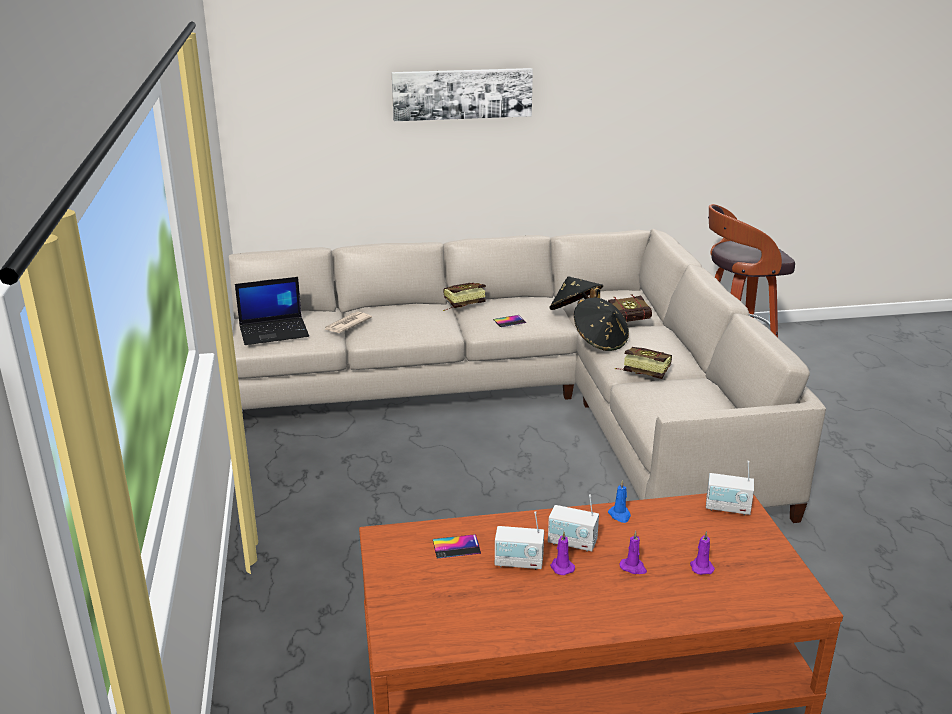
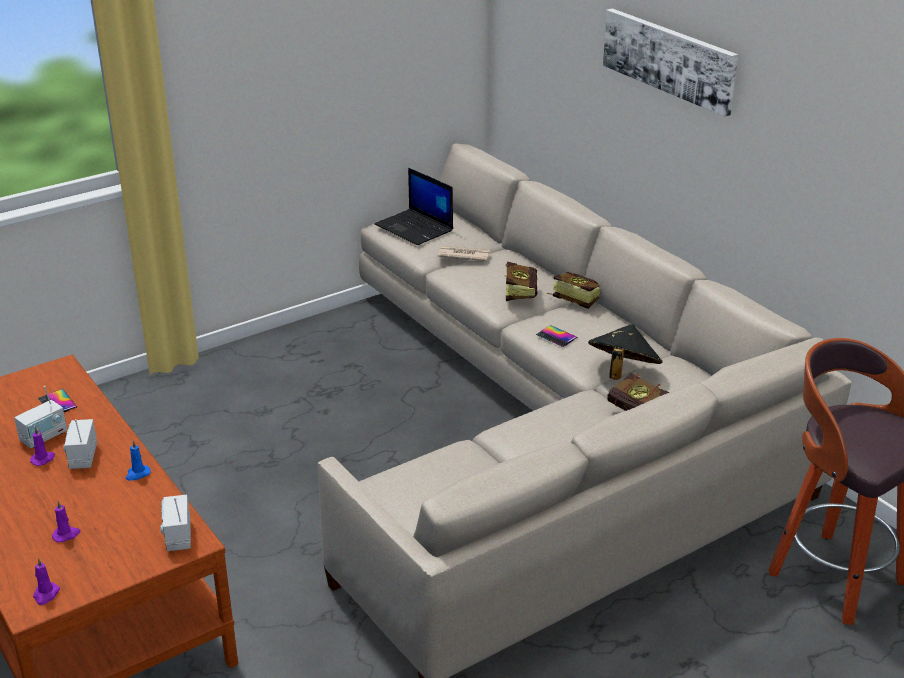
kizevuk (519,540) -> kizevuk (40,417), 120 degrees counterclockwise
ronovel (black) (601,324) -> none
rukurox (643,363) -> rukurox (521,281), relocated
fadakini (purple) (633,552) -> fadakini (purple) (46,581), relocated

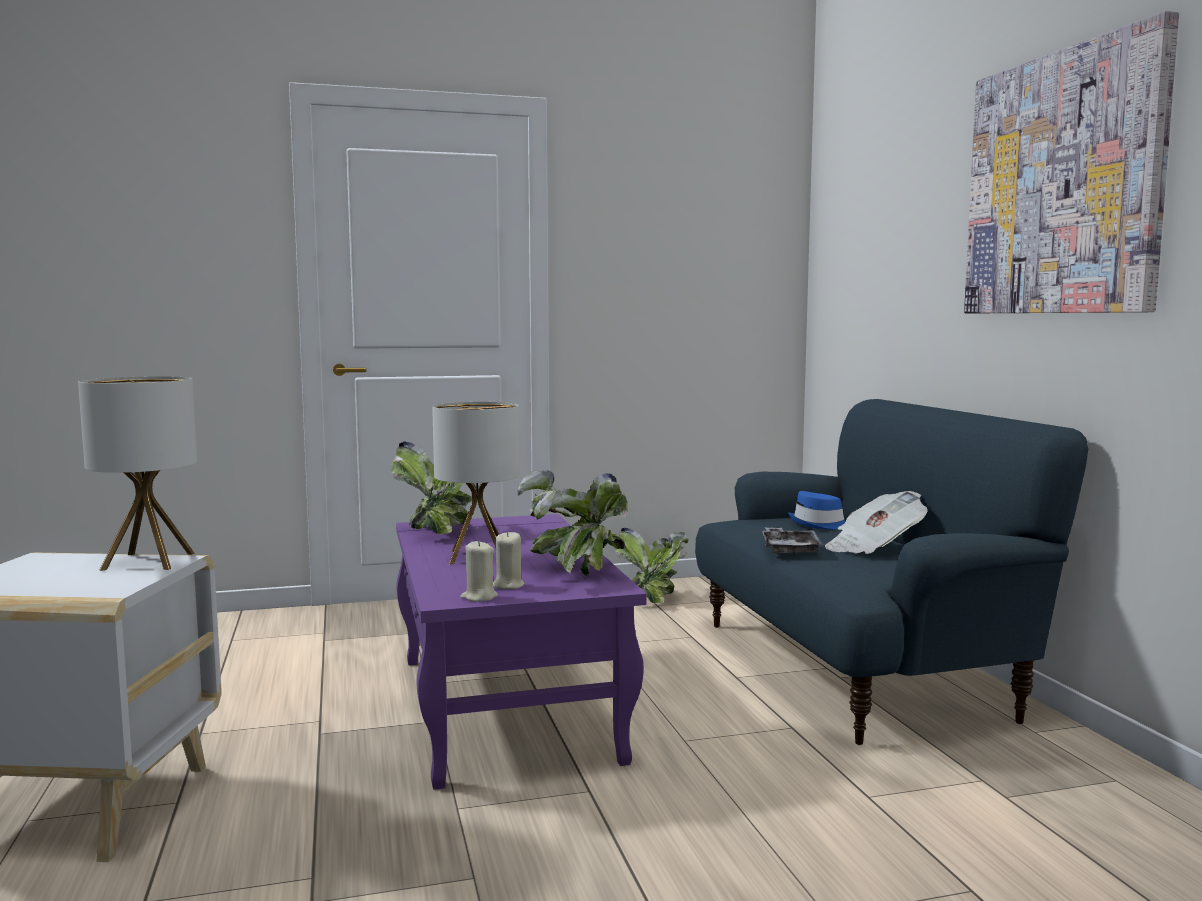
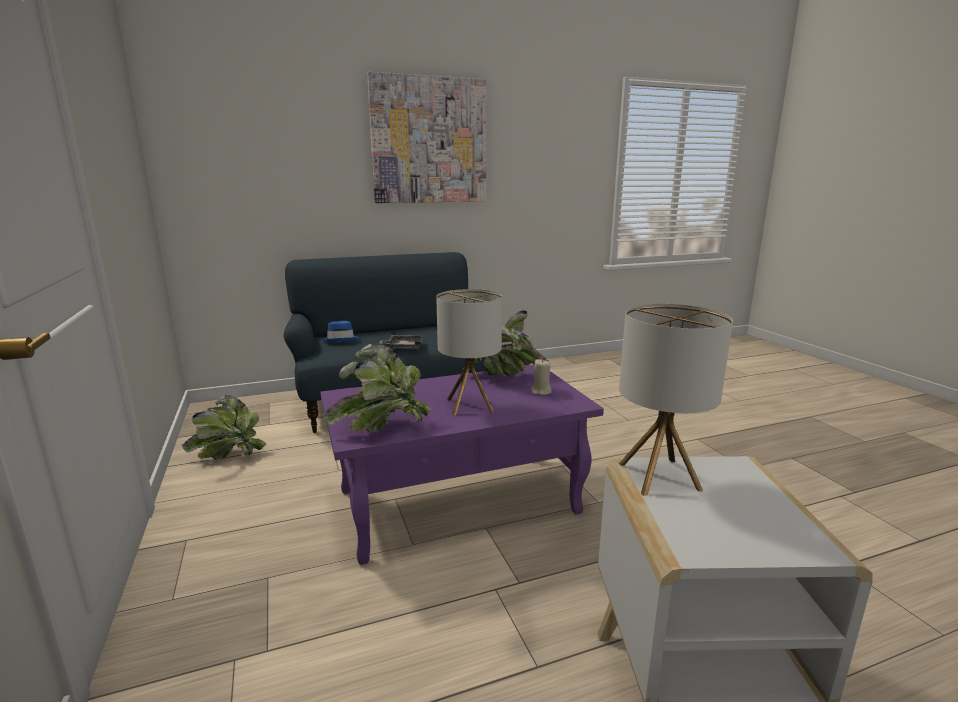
fadakini (beige) (479,571) -> none
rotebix (876,522) -> none

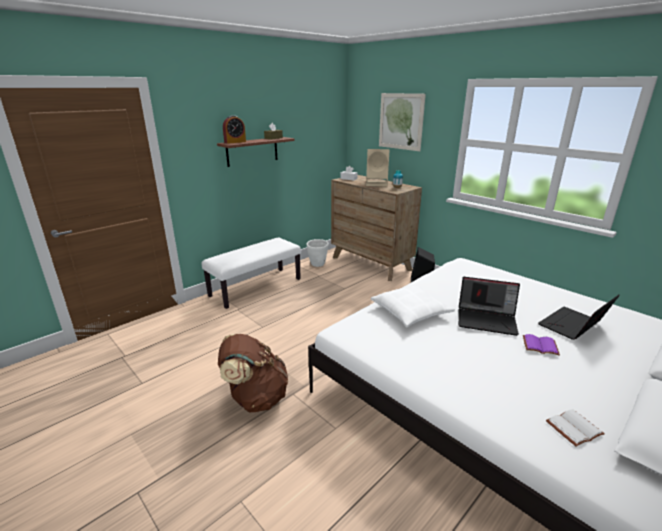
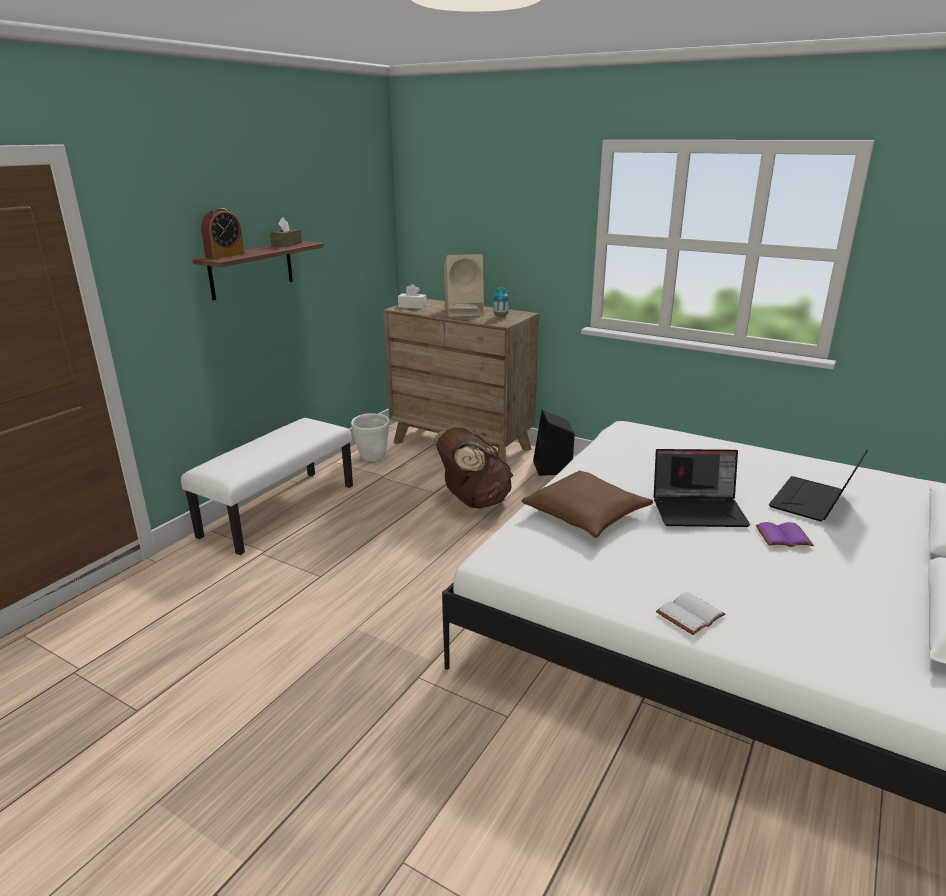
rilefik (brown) (253,373) -> rilefik (brown) (473,468), relocated
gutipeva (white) (413,306) -> gutipeva (brown) (587,504)
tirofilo (402,122) -> none
rukurox (white) (575,428) -> rukurox (white) (690,613), relocated

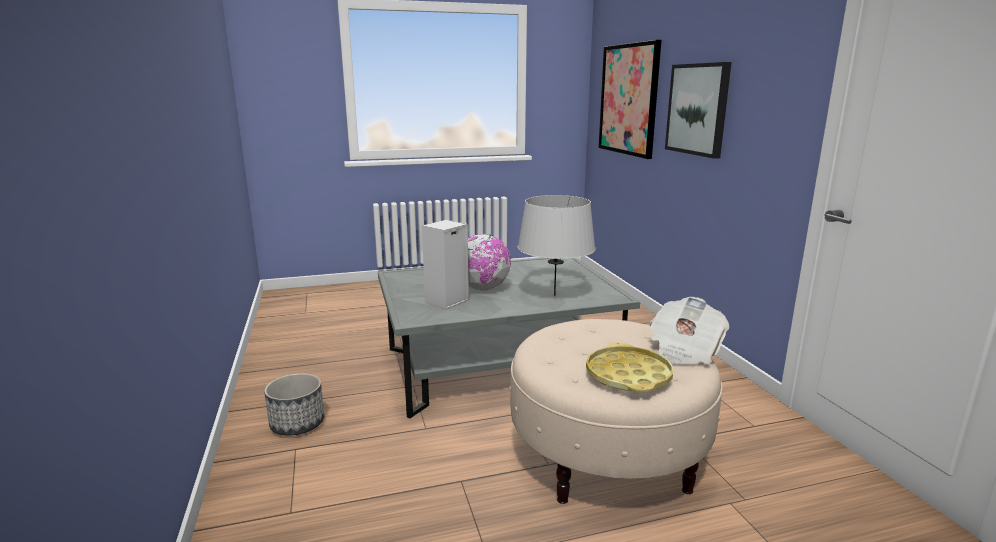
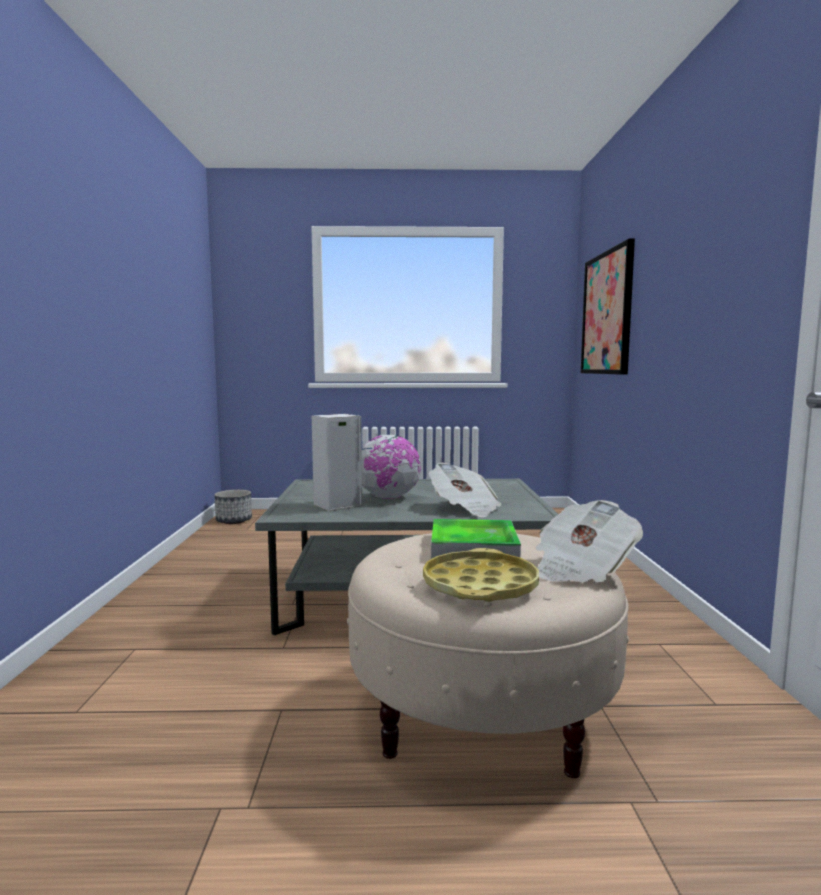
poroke (294,404) -> poroke (233,507), relocated
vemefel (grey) (556,245) -> rotebix (465,490)
tirofilo (698,110) -> none
none -> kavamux (476,539)

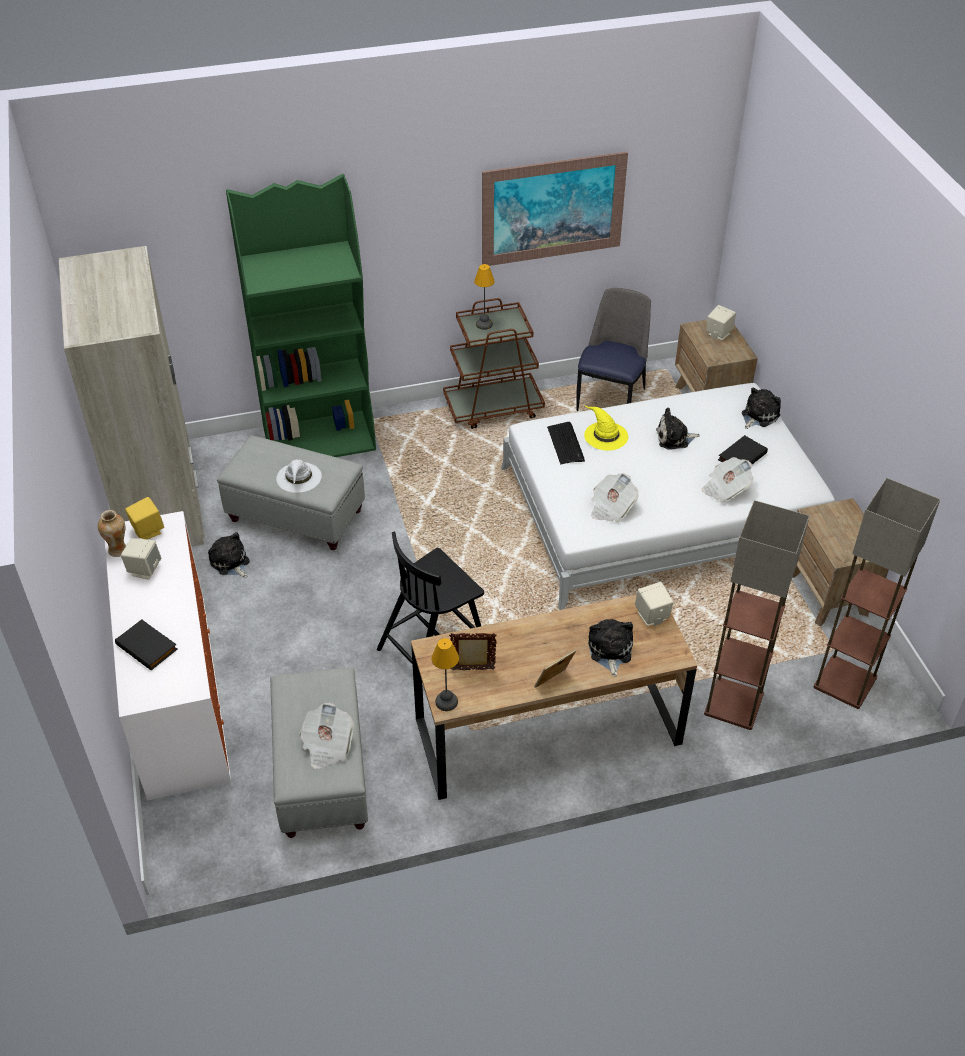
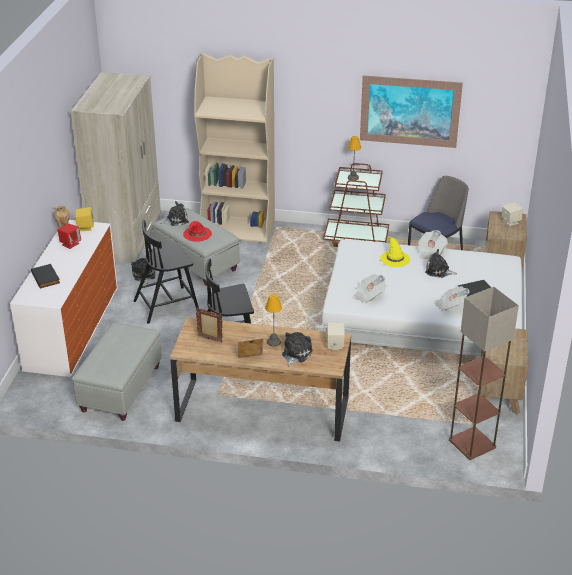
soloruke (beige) (141,559) -> soloruke (red) (69,236)
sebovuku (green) (301,315) -> sebovuku (beige) (234,148)
ronovel (white) (299,475) -> ronovel (red) (197,231)
rotebix (327,736) -> rotebix (433,244), relocated
vemefel (445,674) -> vemefel (273,320), relocated
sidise (566,443) -> none
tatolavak (757,615) -> none
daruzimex (761,408) -> daruzimex (175,213), relocated
none -> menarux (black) (166,272)

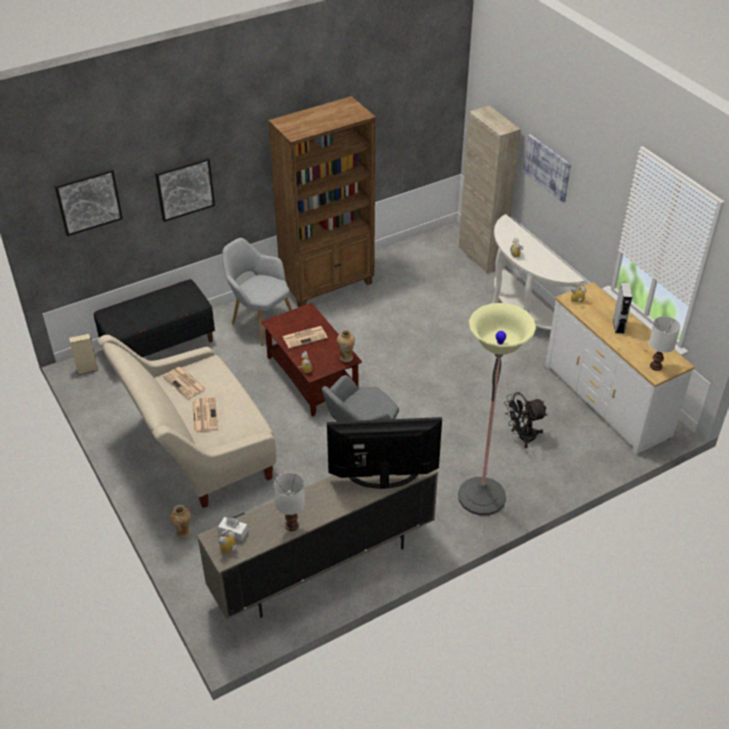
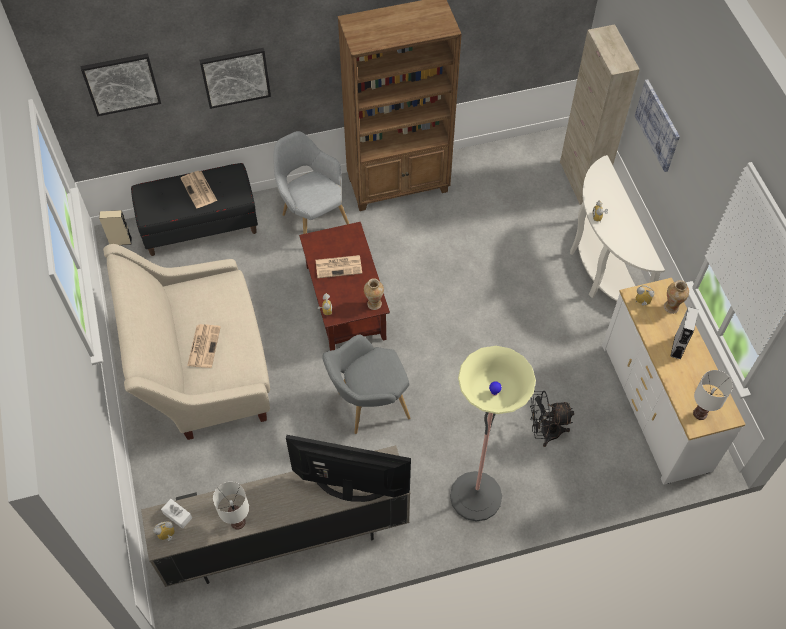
rotebix (184,383) -> rotebix (198,189), relocated
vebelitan (181,521) -> vebelitan (676,297), relocated

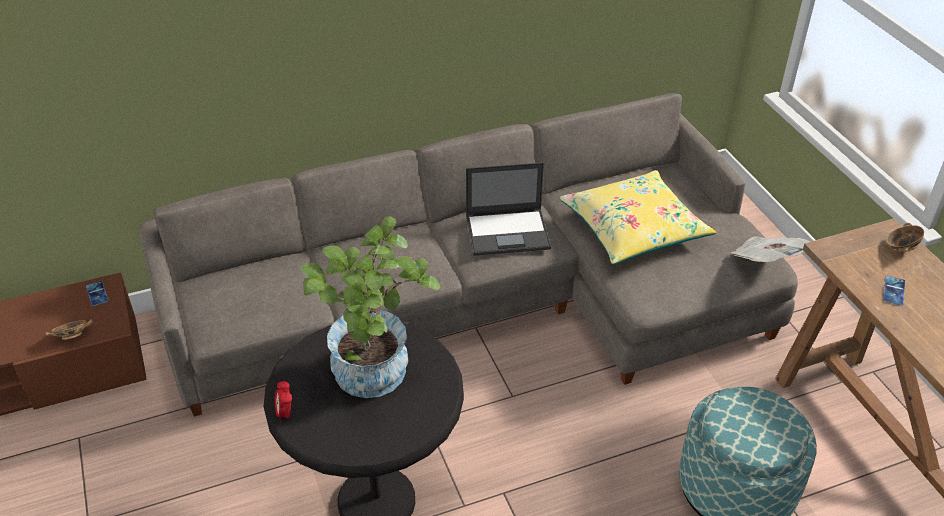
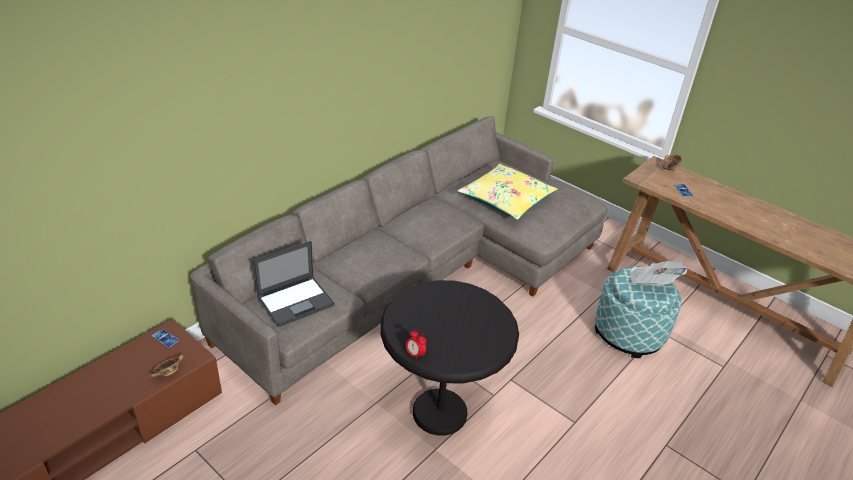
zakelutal (370,307) -> none
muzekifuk (508,209) -> muzekifuk (294,284), relocated
rotebix (771,249) -> rotebix (659,273), relocated

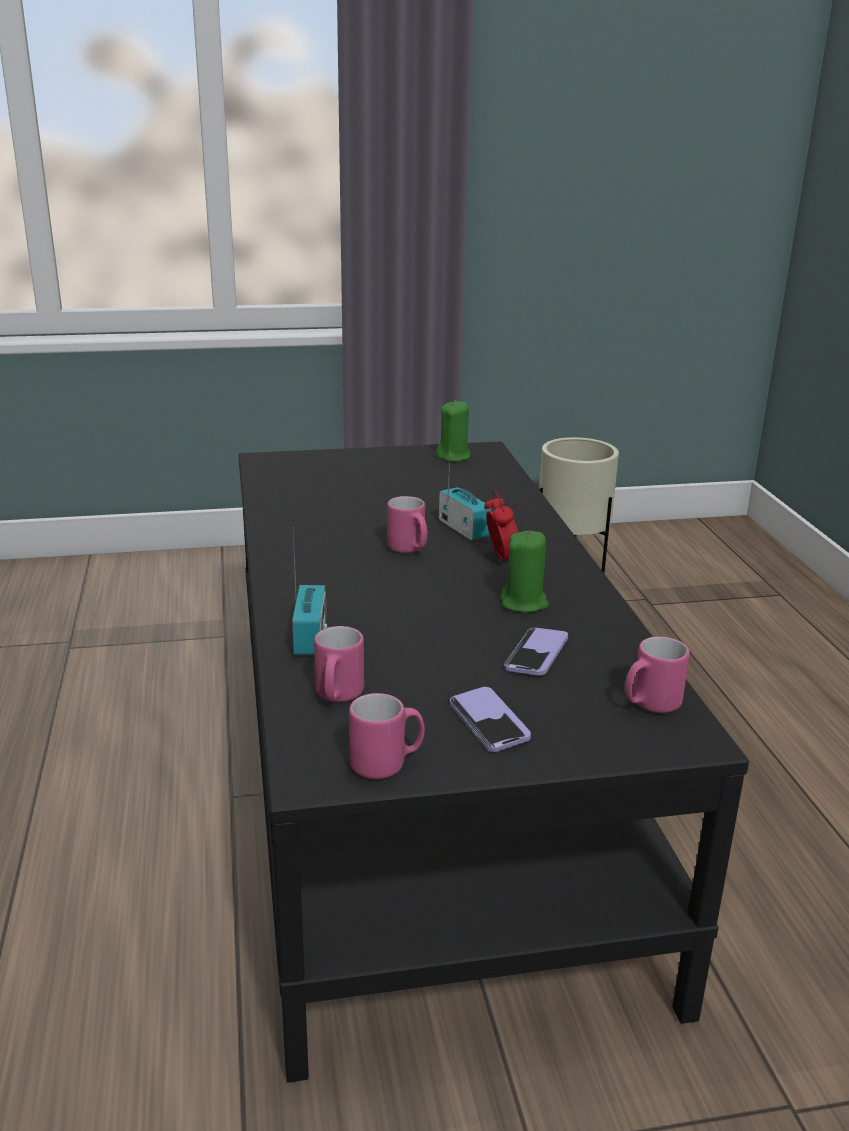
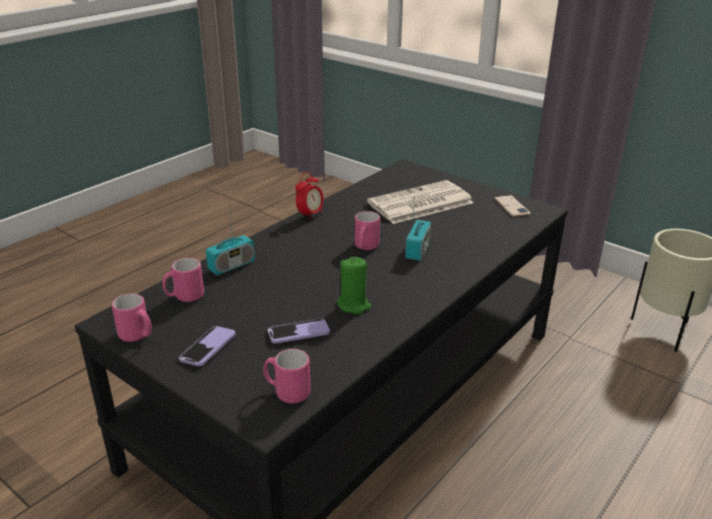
fadakini (green) (453,431) -> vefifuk (512,206)
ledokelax (501,526) -> ledokelax (309,196), relocated
none -> rotebix (420,202)

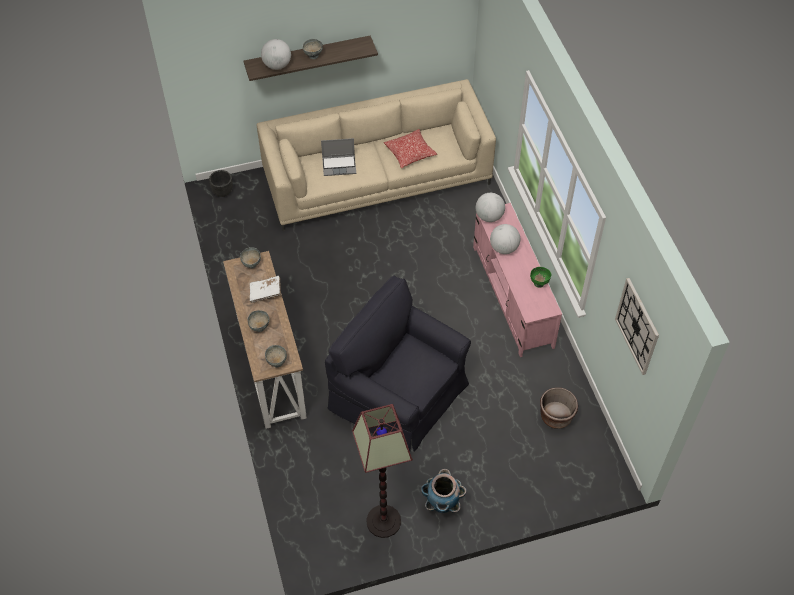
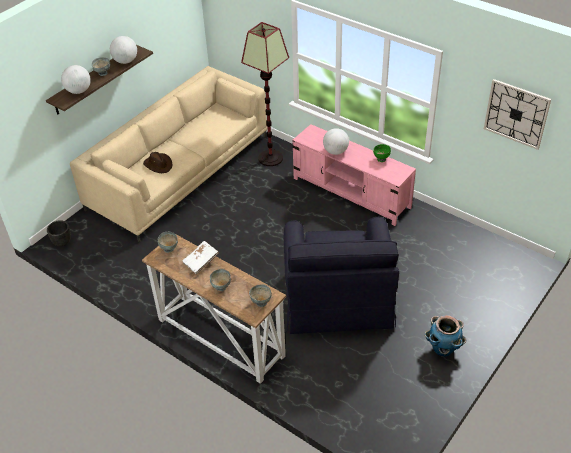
muzekifuk (338,157) -> ronovel (brown) (158,162)
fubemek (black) (398,363) -> fubemek (black) (341,275), 90 degrees counterclockwise
tatolavak (382,471) -> tatolavak (265,94), relocated
gutipeva (410,148) -> none
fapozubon (490,207) -> fapozubon (123,50), relocated
poroke (brown) (559,408) -> none

